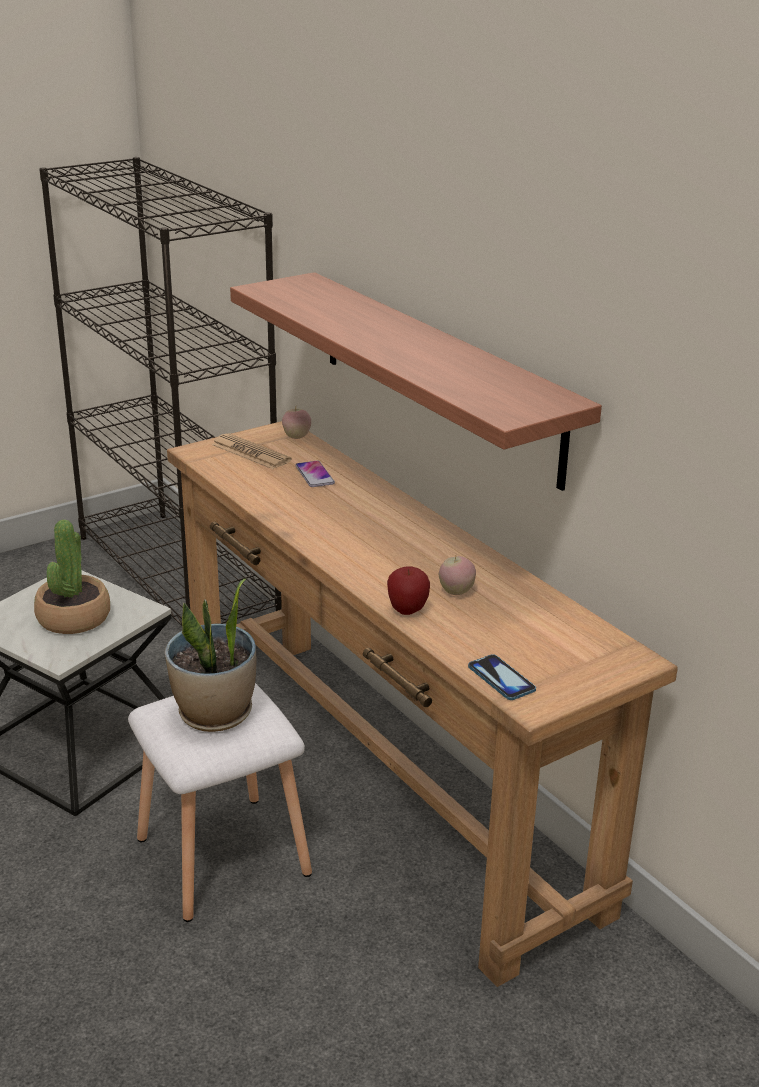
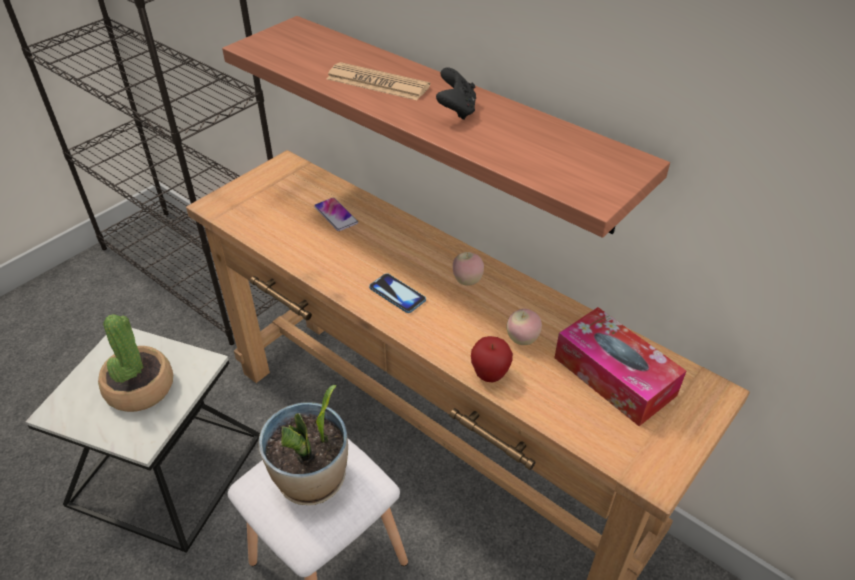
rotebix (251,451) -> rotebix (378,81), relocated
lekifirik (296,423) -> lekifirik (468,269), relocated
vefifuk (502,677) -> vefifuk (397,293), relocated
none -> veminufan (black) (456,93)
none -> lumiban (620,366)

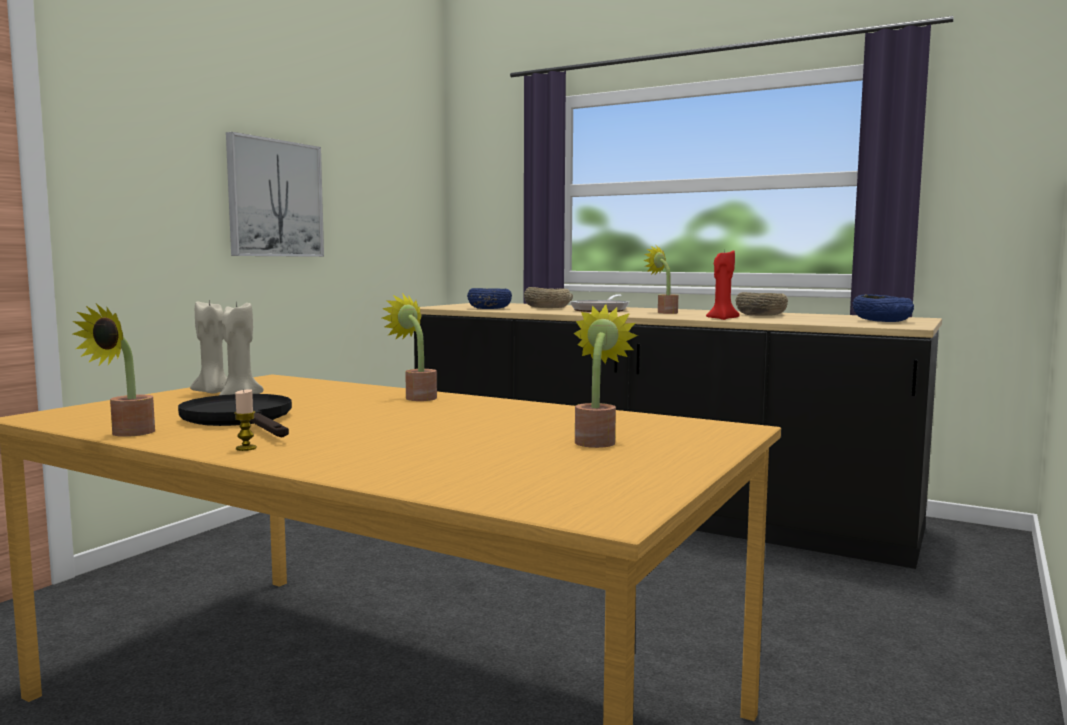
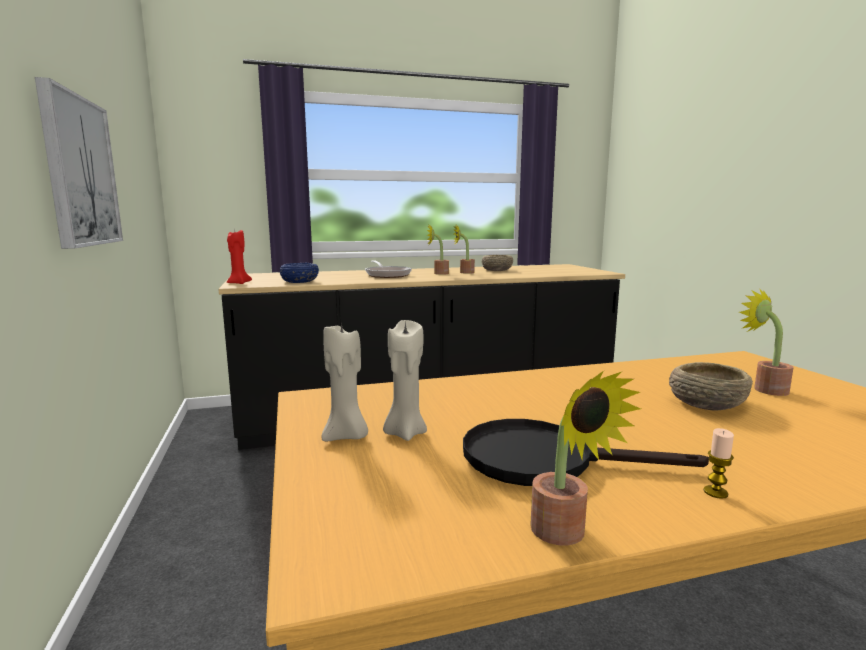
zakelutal (409,347) -> zakelutal (464,249), relocated
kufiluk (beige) (548,297) -> kufiluk (beige) (711,386), relocated
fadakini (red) (723,284) -> fadakini (red) (239,257), relocated
kufiluk (blue) (883,308) -> none

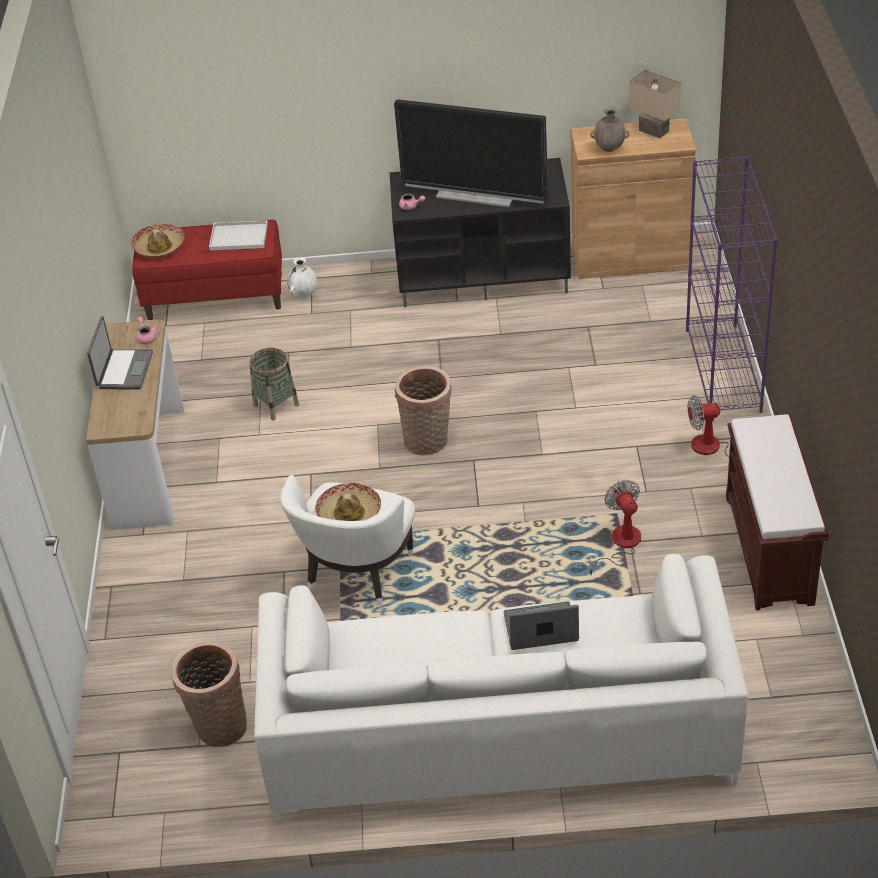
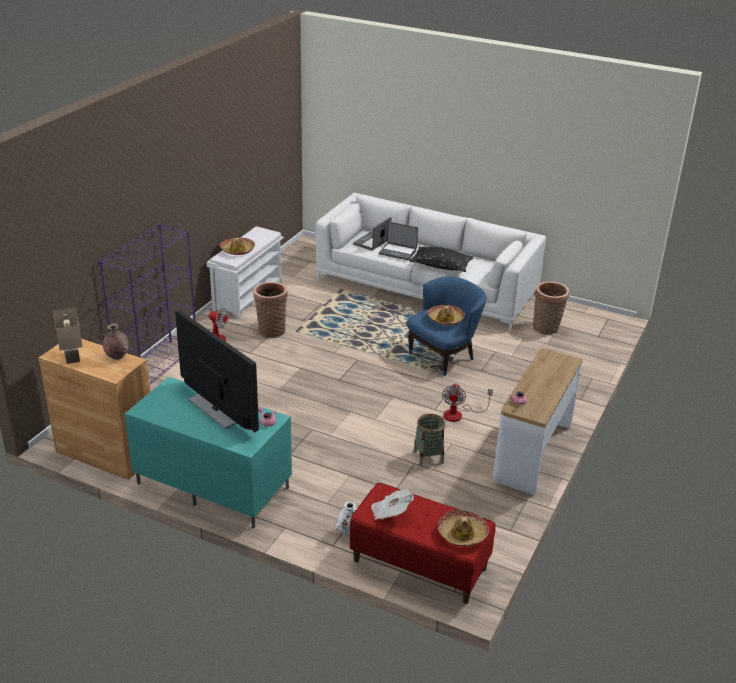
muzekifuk (120,353) -> muzekifuk (372,234), relocated
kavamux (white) (238,235) -> rotebix (392,504)
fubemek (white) (347,540) -> fubemek (blue) (446,326)
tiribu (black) (480,232) -> tiribu (turquoise) (208,452)
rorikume (423,411) -> rorikume (270,310), relocated
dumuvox (615,527) -> dumuvox (467,402), relocated
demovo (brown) (777,512) -> demovo (white) (245,272)
none -> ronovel (237,246)
none -> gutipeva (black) (441,259)

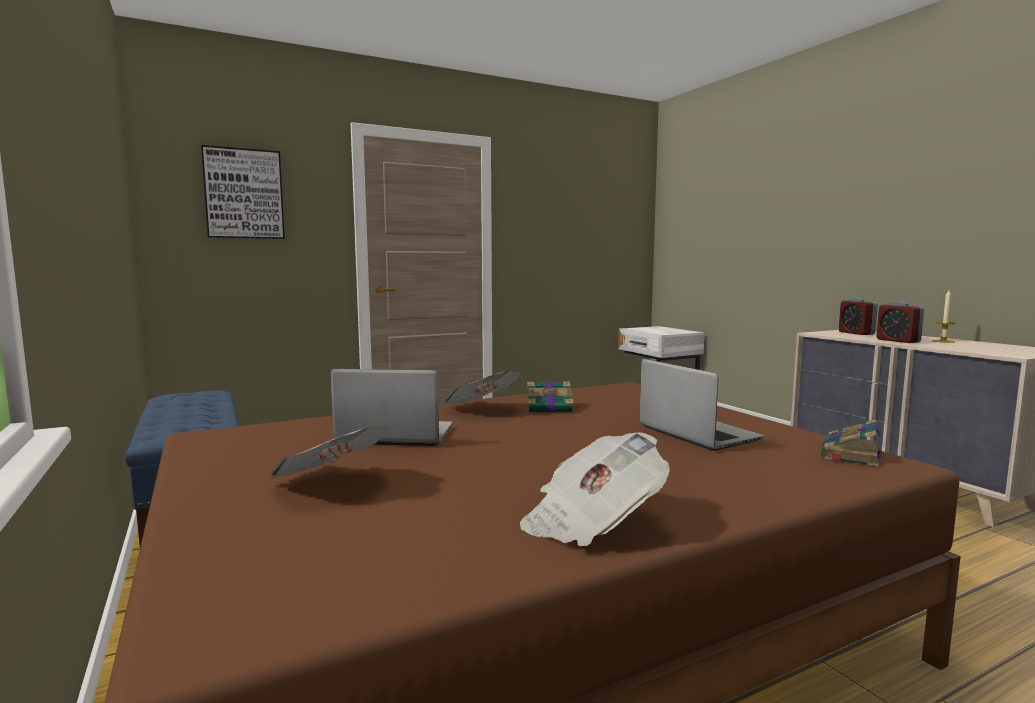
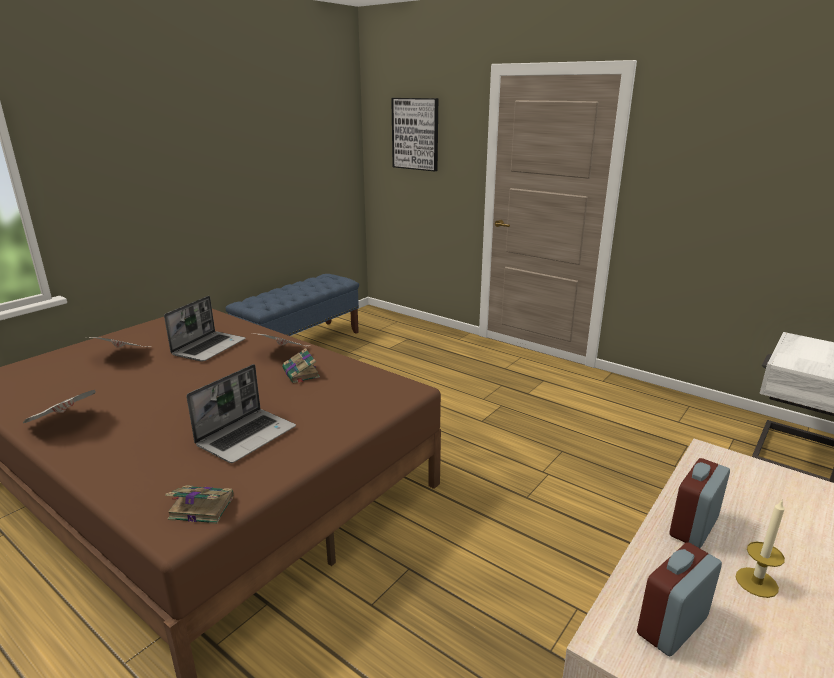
muzekifuk (391,407) -> muzekifuk (205,329), 45 degrees clockwise
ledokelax (858,316) -> ledokelax (679,599), relocated

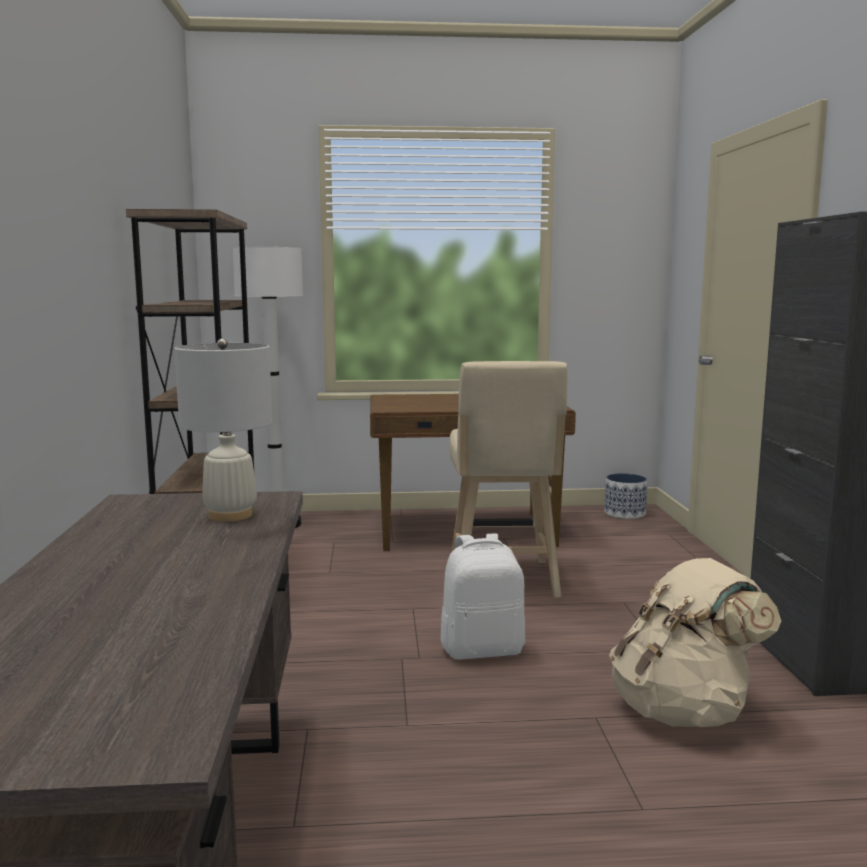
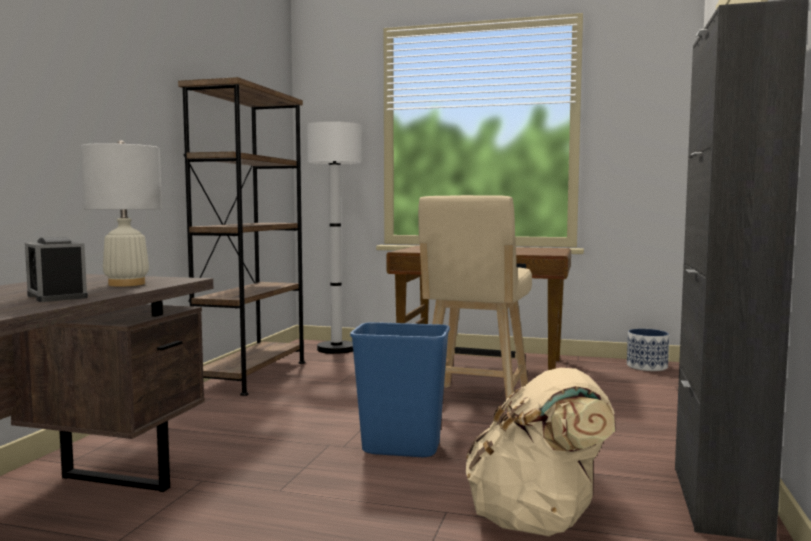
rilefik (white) (482,596) -> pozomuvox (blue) (400,389)
none -> ledokelax (56,269)

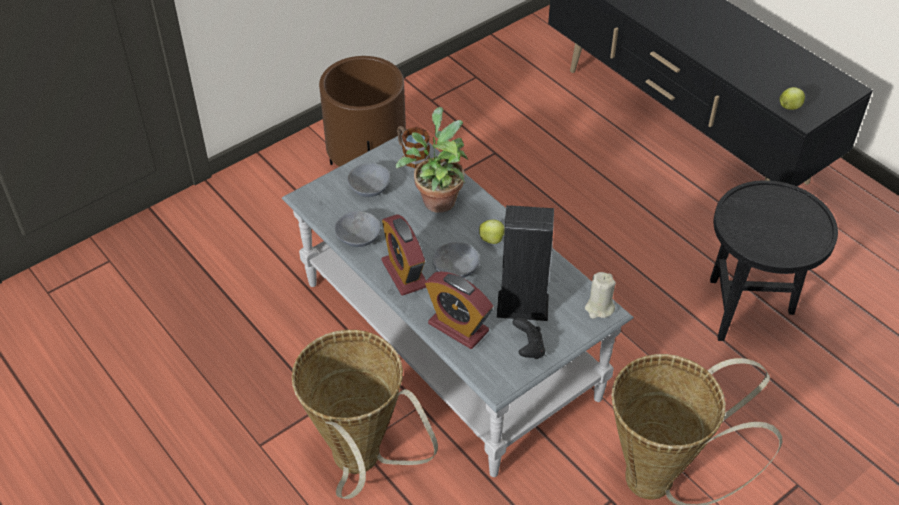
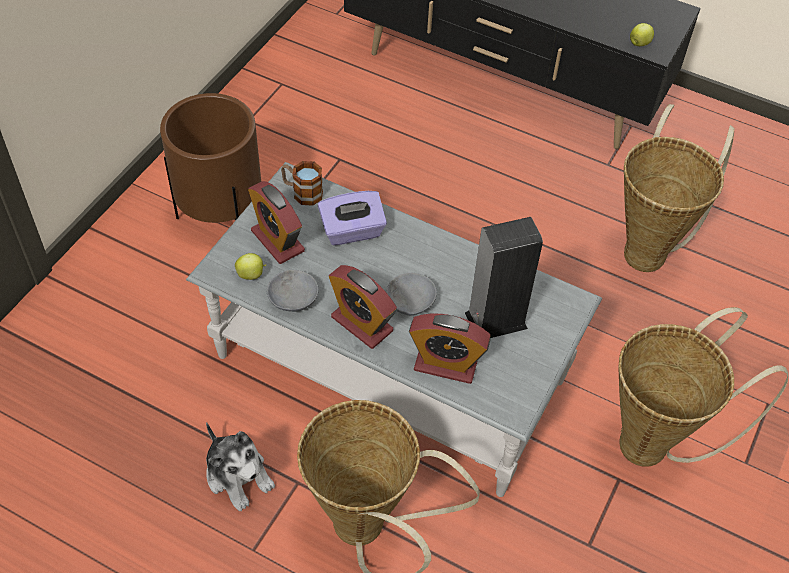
kufiluk (grey) (368,180) -> ledokelax (276,222)
zakelutal (431,160) -> lumiban (purple) (352,218)
lekifirik (492,232) -> lekifirik (250,266), relocated
veminufan (black) (529,338) -> none
fadakini (beige) (600,295) -> none
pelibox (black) (774,260) -> rorikume (679,188)
none -> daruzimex (240,466)

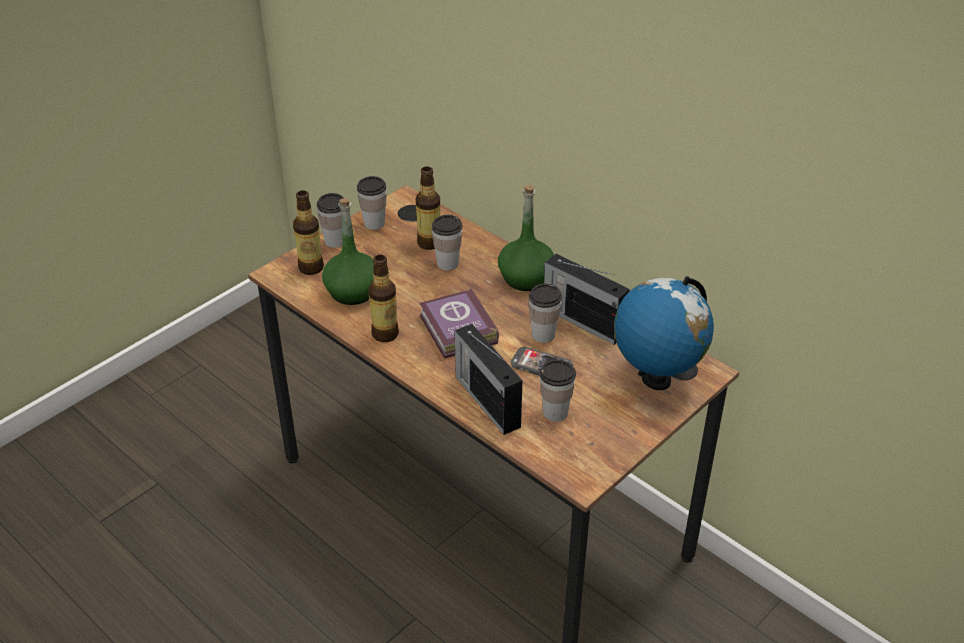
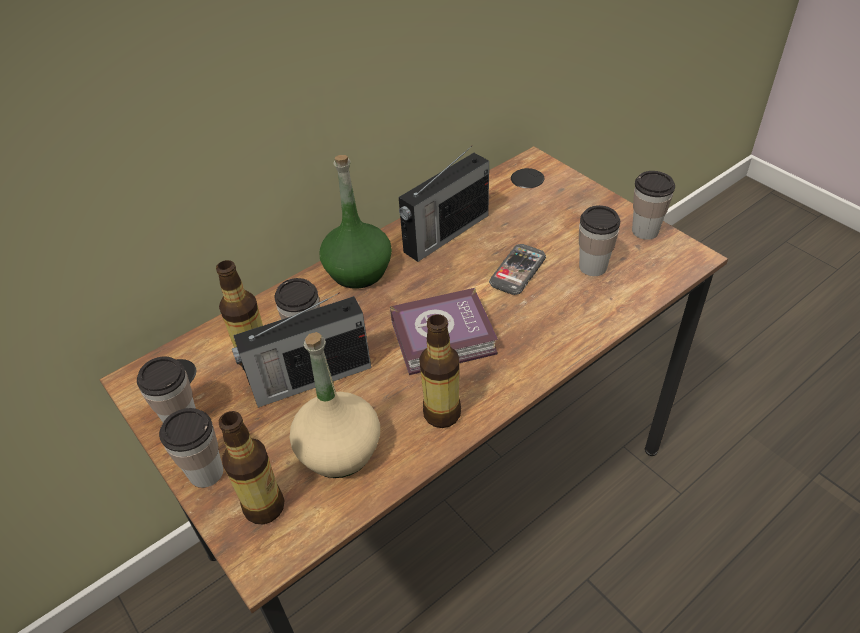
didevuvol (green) (348,251) -> didevuvol (beige) (335,405)
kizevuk (489,379) -> kizevuk (301,350), relocated
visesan (545,313) -> visesan (653,205), relocated
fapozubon (664,333) -> none

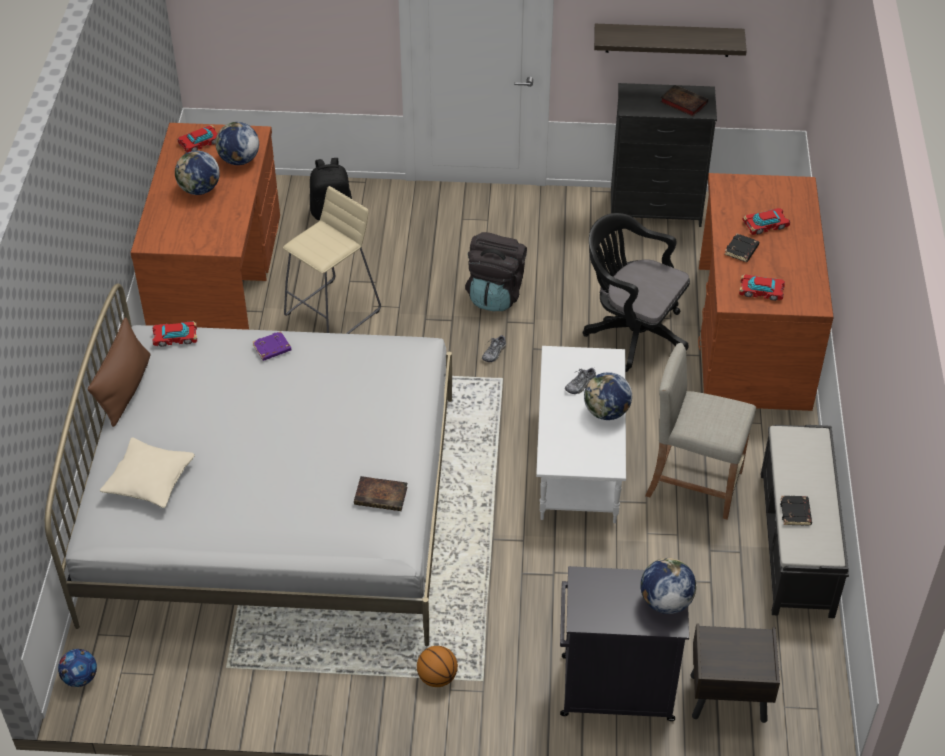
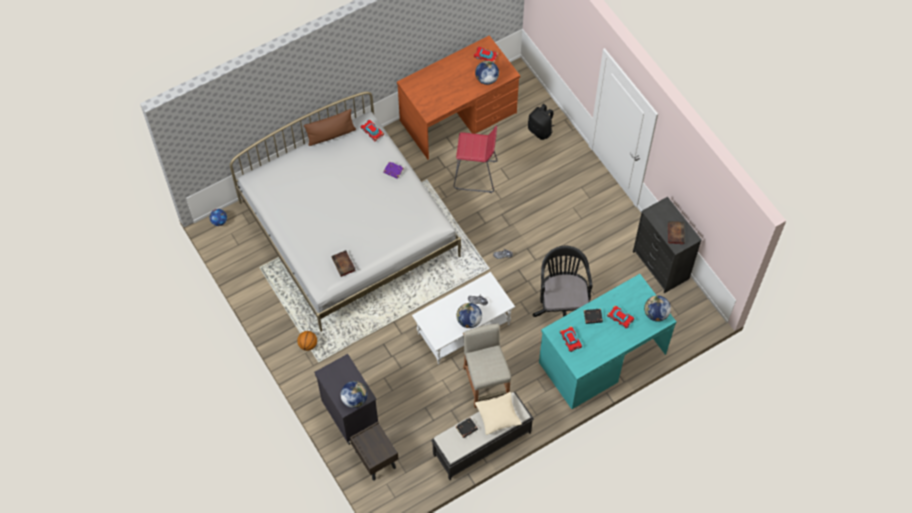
gutipeva (beige) (147,472) -> gutipeva (beige) (498,413), relocated
fapozubon (197,173) -> fapozubon (657,308), relocated
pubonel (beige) (332,260) -> pubonel (red) (476,159)
rilefik (black) (496,271) -> none
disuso (670,40) -> none
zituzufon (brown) (766,292) -> zituzufon (turquoise) (607,341)

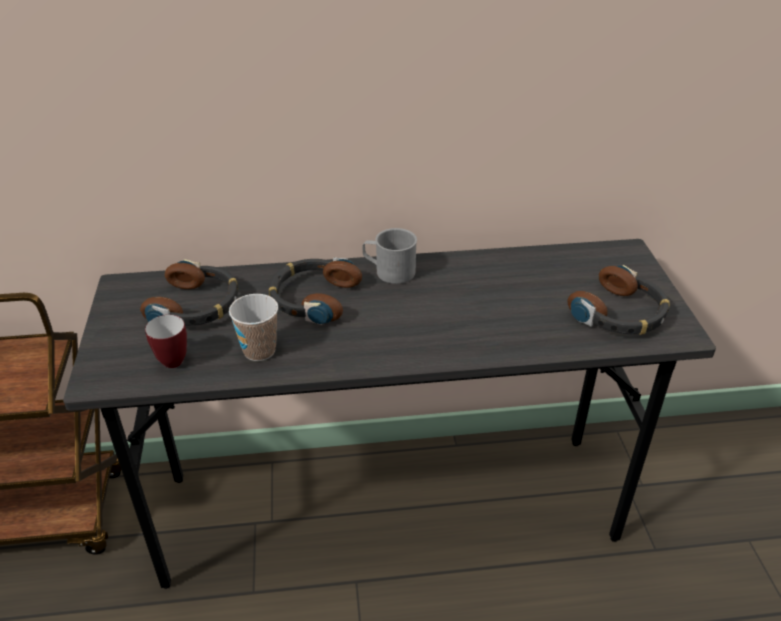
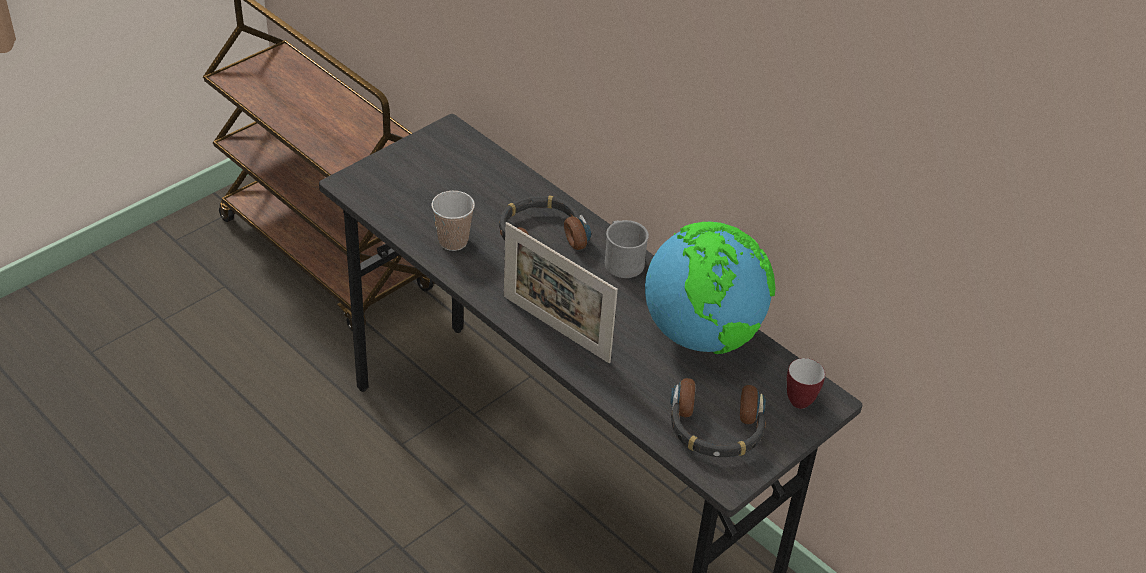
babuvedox (189,292) -> none
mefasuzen (166,341) -> mefasuzen (806,383), relocated
none -> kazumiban (561,292)
none -> fapozubon (710,288)

